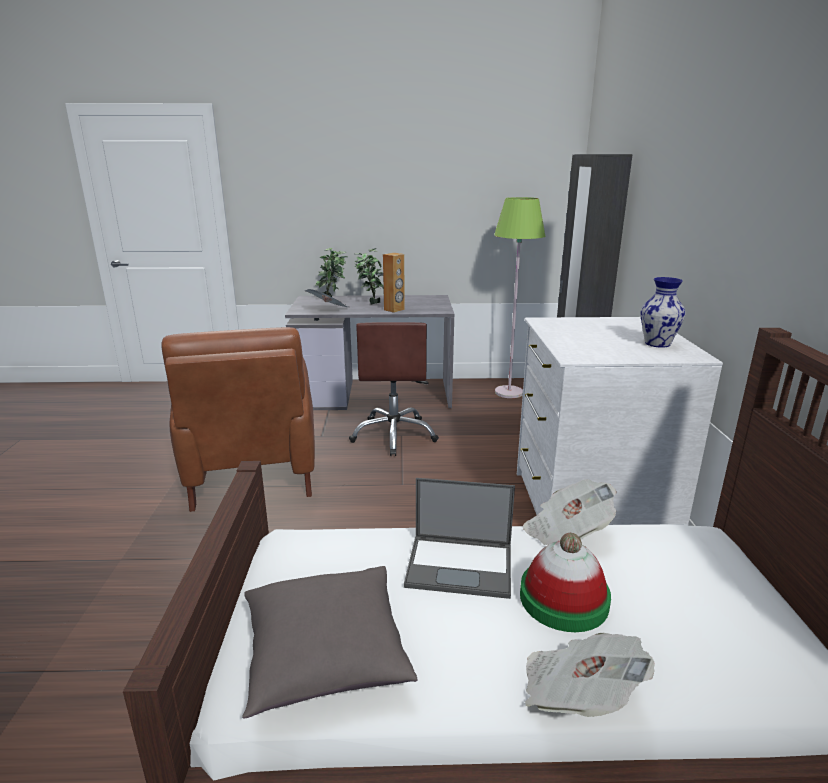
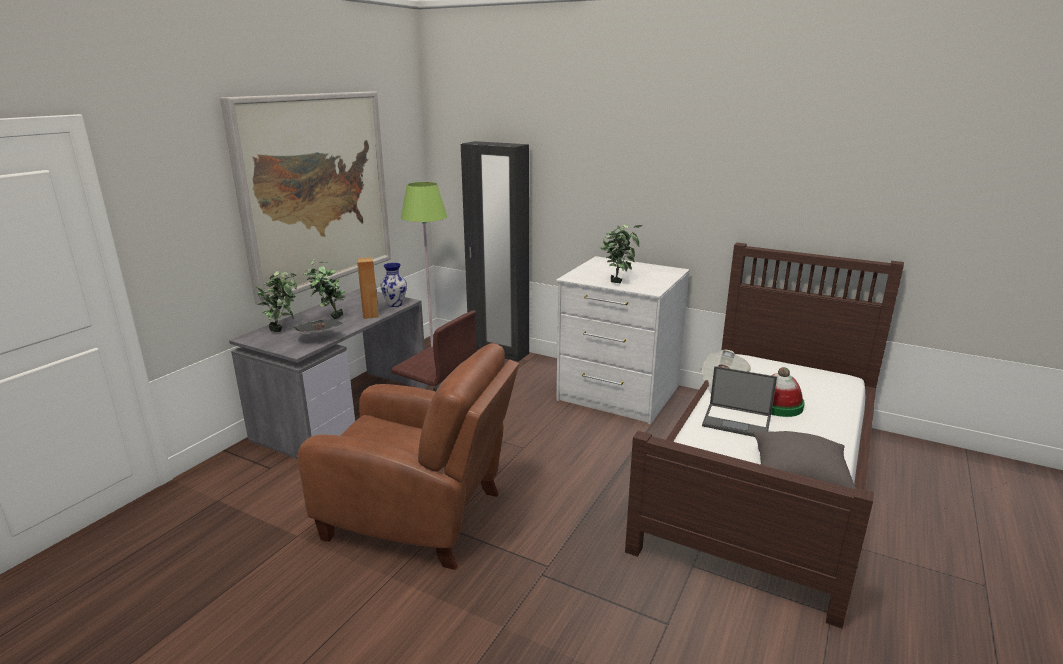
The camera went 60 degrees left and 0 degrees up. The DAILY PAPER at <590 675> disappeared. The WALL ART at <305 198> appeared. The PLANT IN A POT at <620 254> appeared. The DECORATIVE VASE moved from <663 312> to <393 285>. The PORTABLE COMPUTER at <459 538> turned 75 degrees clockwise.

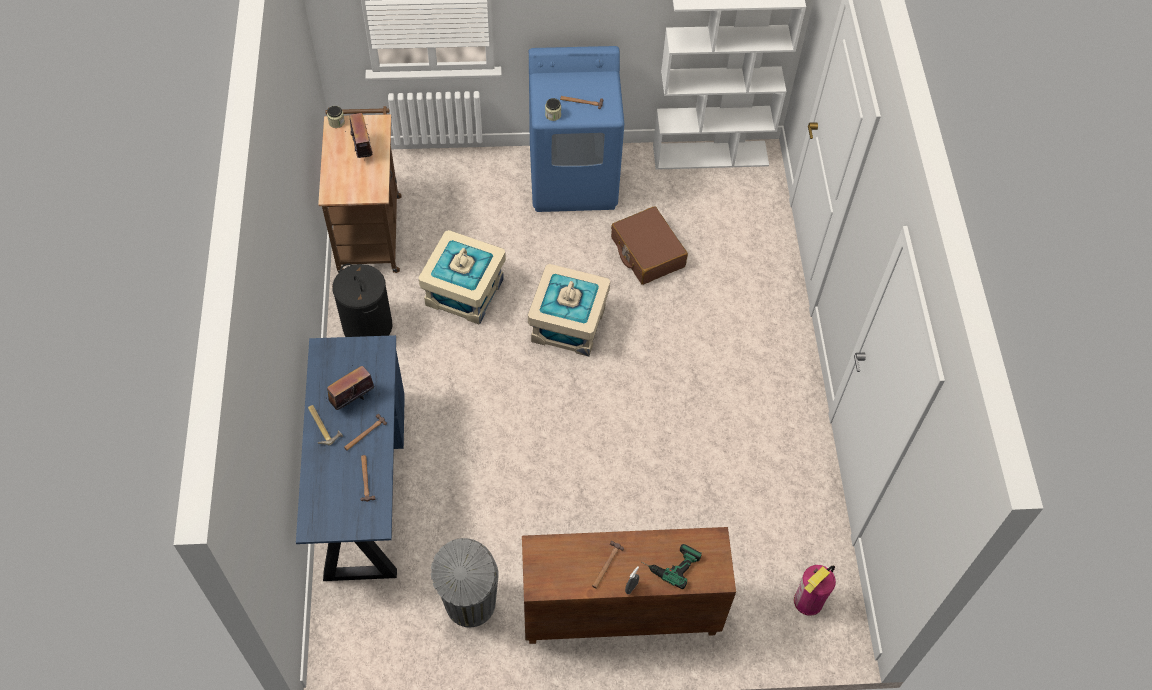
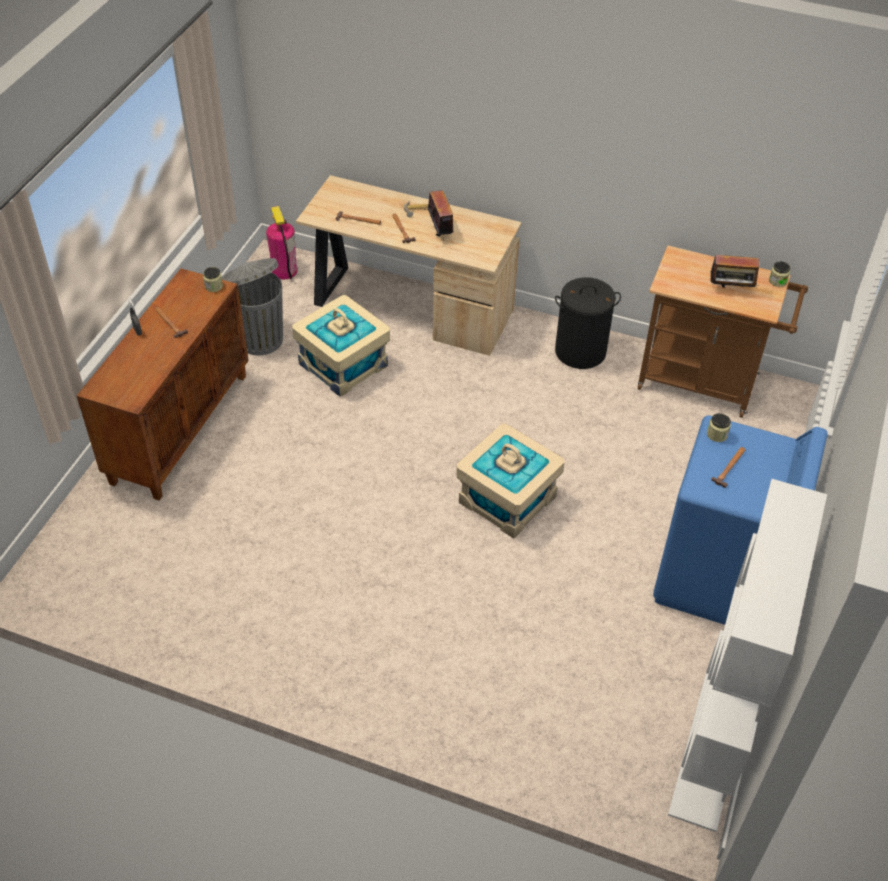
The camera went 115 degrees right and 10 degrees down. The BROWN-COLOURED TRAVEL CASE at <649 245> disappeared. The ELECTRIC DRILL at <672 566> disappeared. The JAR at <213 279> appeared. The BEIGE-COLOURED STORAGE BIN moved from <462 277> to <341 346>. The FIRE-FIGHTING CYLINDER moved from <815 590> to <281 242>. The BLUISH DESK at <350 458> became the BEIGE-COLOURED DESK at <409 265>.

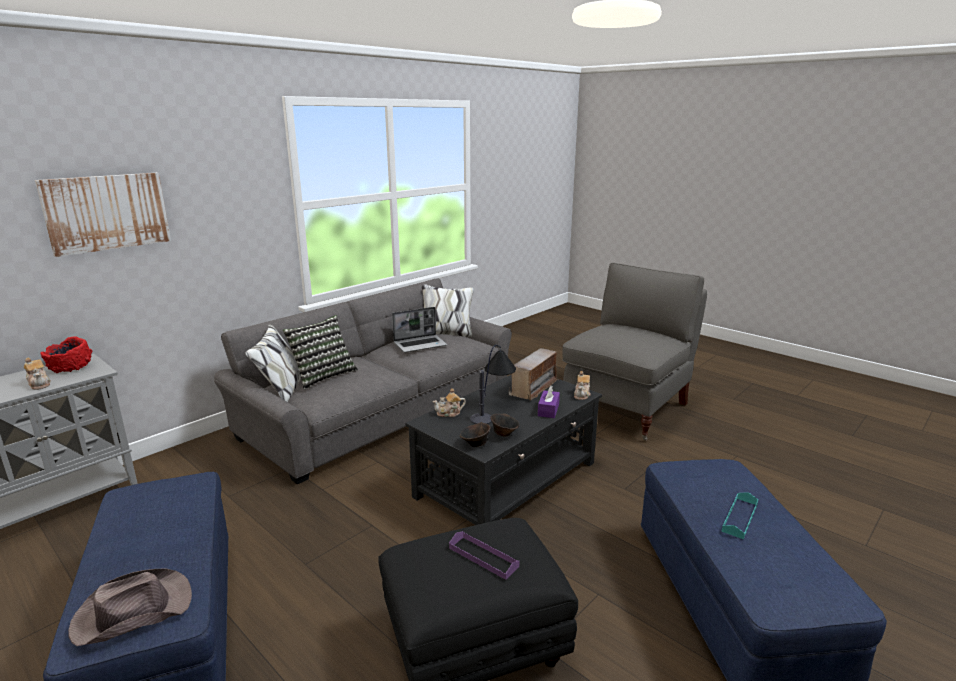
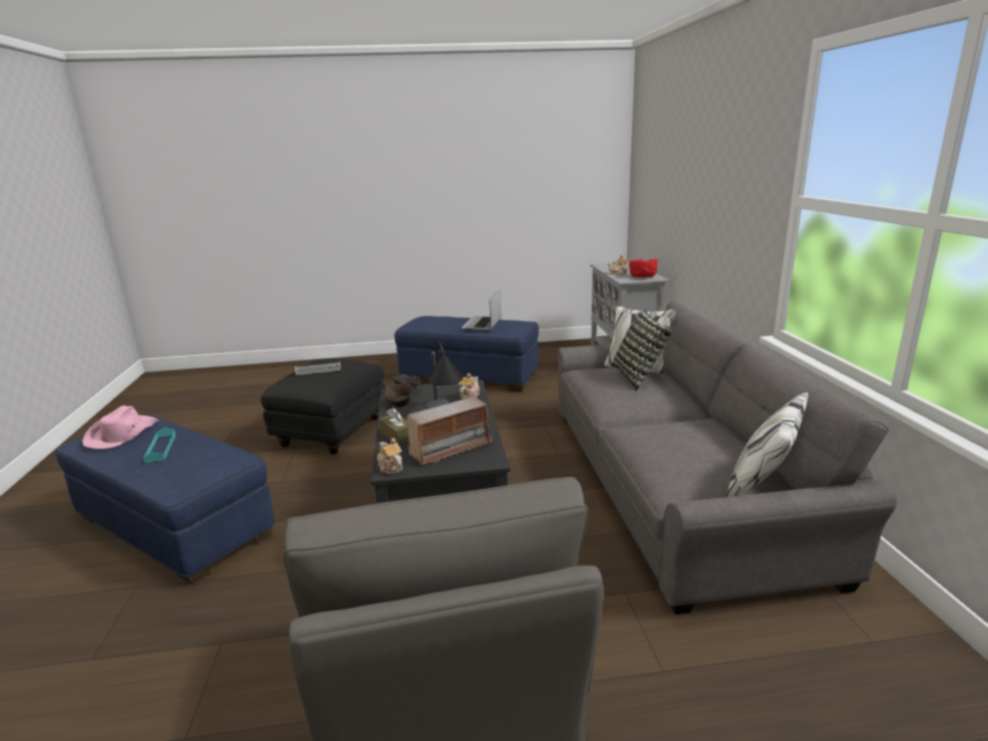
The camera went 130 degrees right and 0 degrees up. The WALL ART at <103 215> disappeared. The BROWN-COLOURED WEARABLE HAT at <130 607> disappeared. The PINKISH WEARABLE HAT at <120 427> appeared. The PORTABLE COMPUTER moved from <419 329> to <481 310>. The PURPLE-COLOURED TRAY at <484 555> became the GREY TRAY at <317 368>. The PURPLE-COLOURED TISSUE BOX at <549 402> became the BROWN-COLOURED TISSUE BOX at <394 426>. The RADIO SET at <534 374> turned 105 degrees counterclockwise.

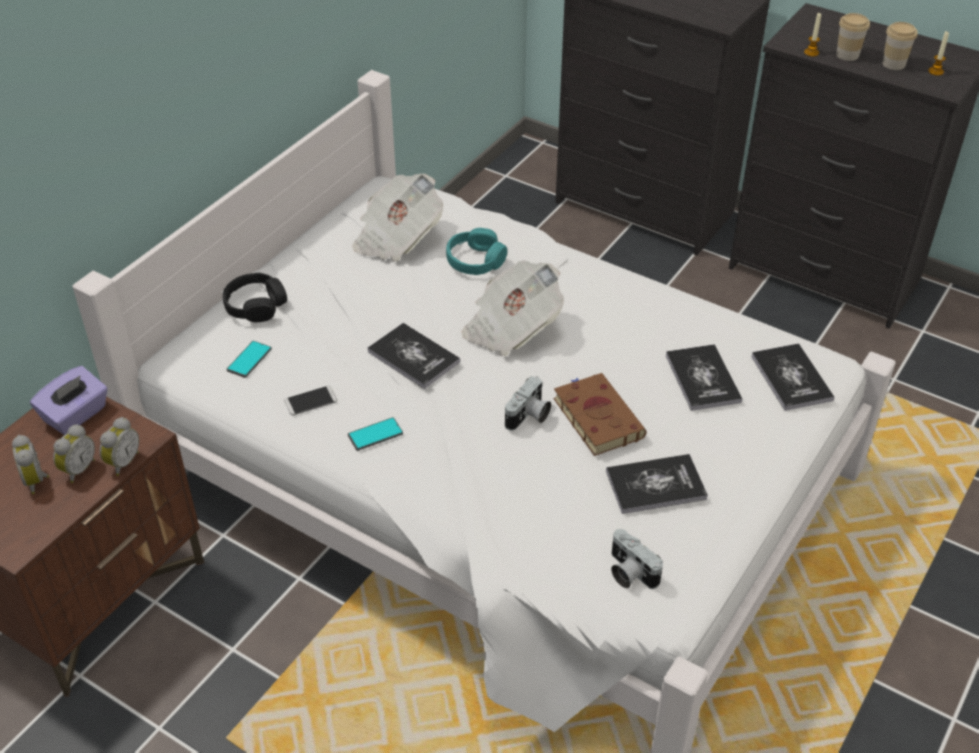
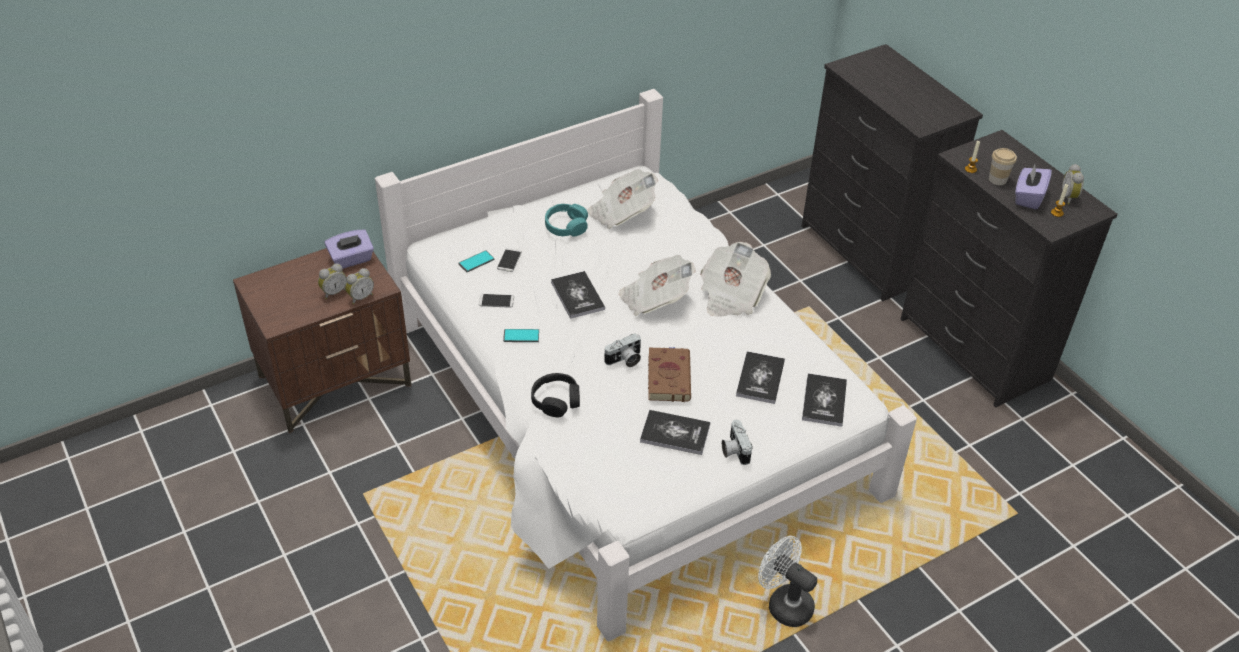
The camera went 25 degrees right and 0 degrees up. The TELEPHONE at <509 260> appeared. The DAILY PAPER at <736 279> appeared. The WHITE FAN at <787 581> appeared. The TABLE CLOCK moved from <30 464> to <1073 184>. The BLACK-COLOURED PAIR OF HEADPHONES moved from <255 297> to <555 395>. The BLUE-GREEN PAIR OF HEADPHONES moved from <476 251> to <566 220>. The STILL CAMERA moved from <637 559> to <737 442>. The CUP at <900 46> was replaced by the PURPLE-COLOURED TISSUE BOX at <1033 186>.

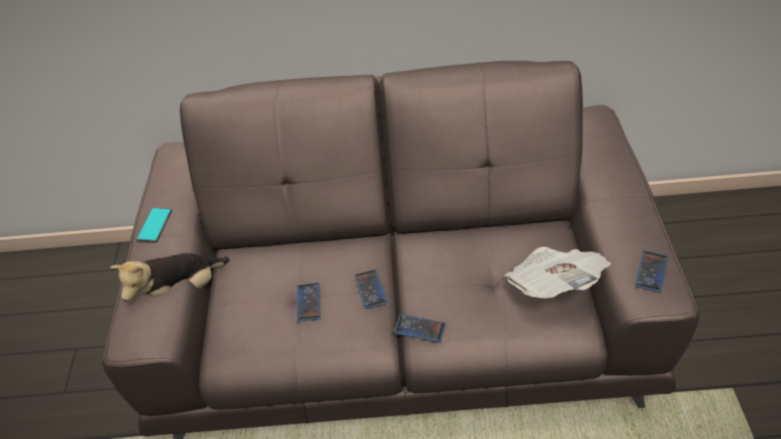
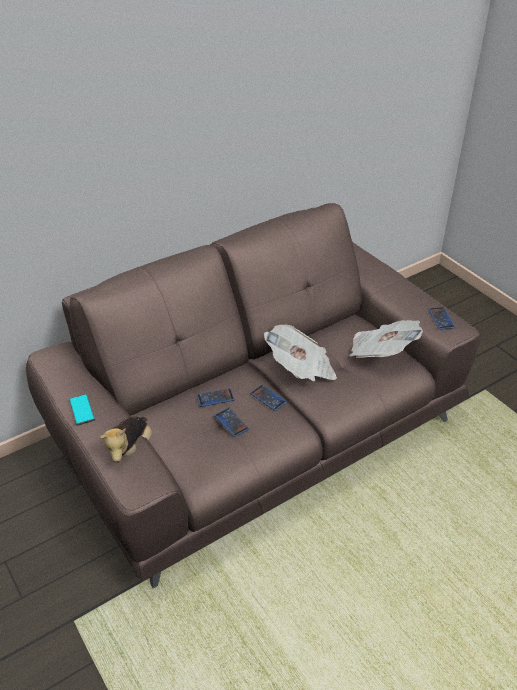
The camera went 35 degrees left and 5 degrees down. The DAILY PAPER at <300 352> appeared. The TELEPHONE moved from <420 328> to <216 397>.

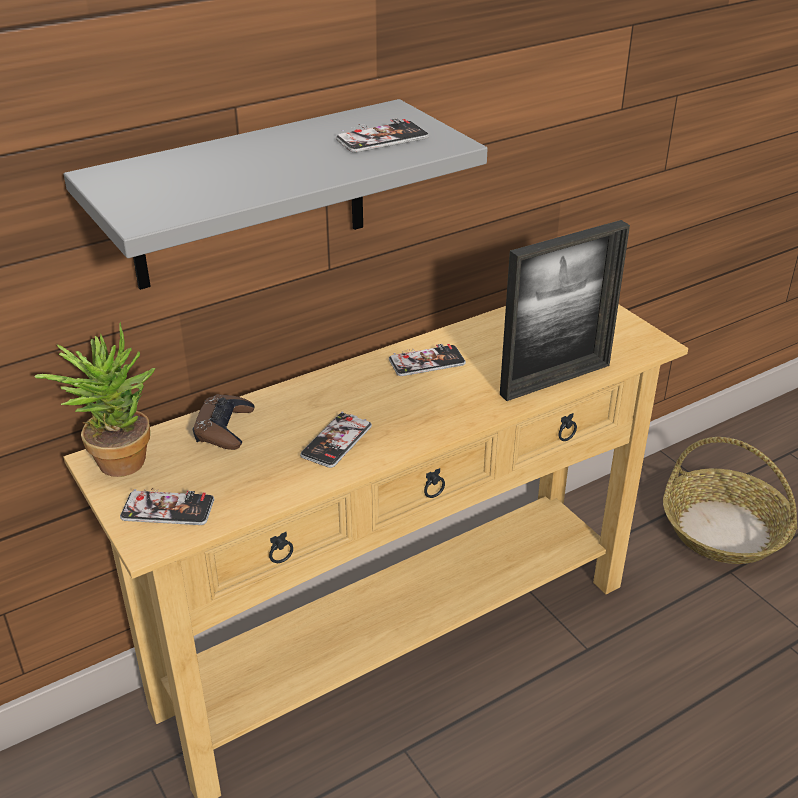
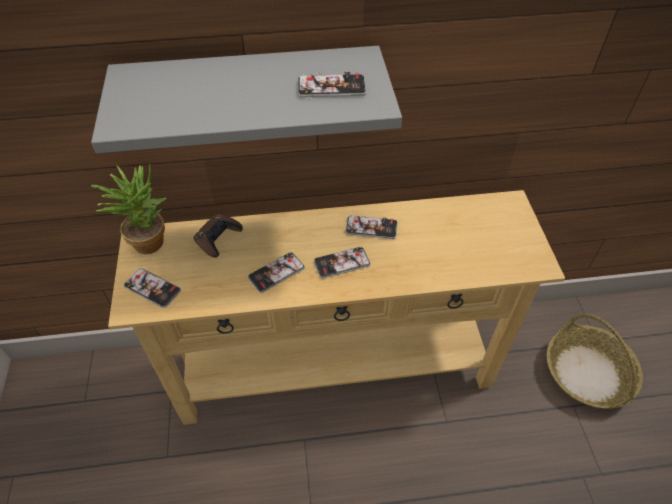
The camera went 25 degrees right and 15 degrees up. The PHOTO FRAME at <565 310> disappeared. The TELEPHONE at <342 263> appeared.

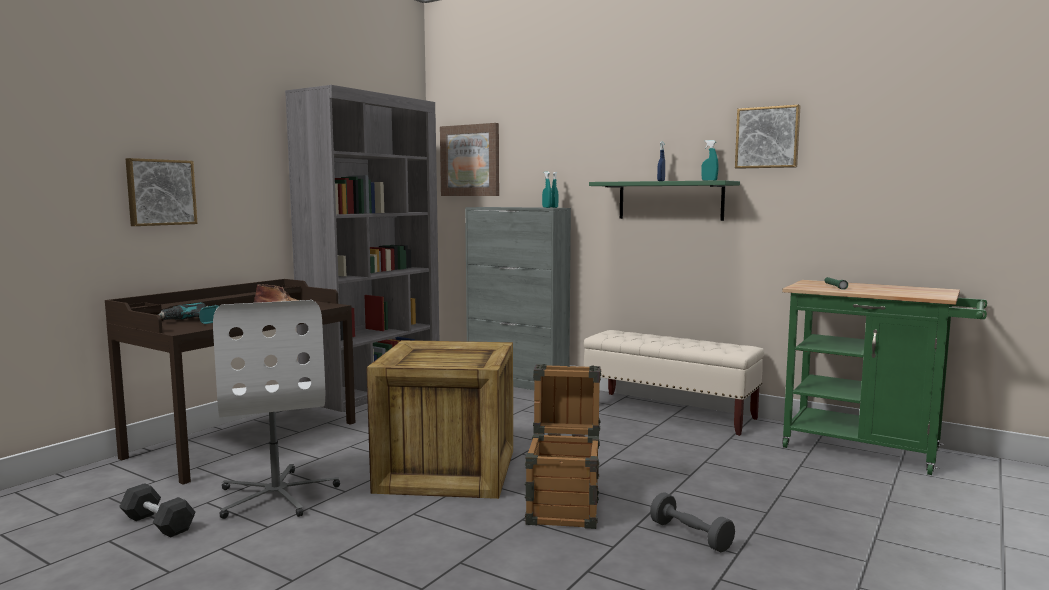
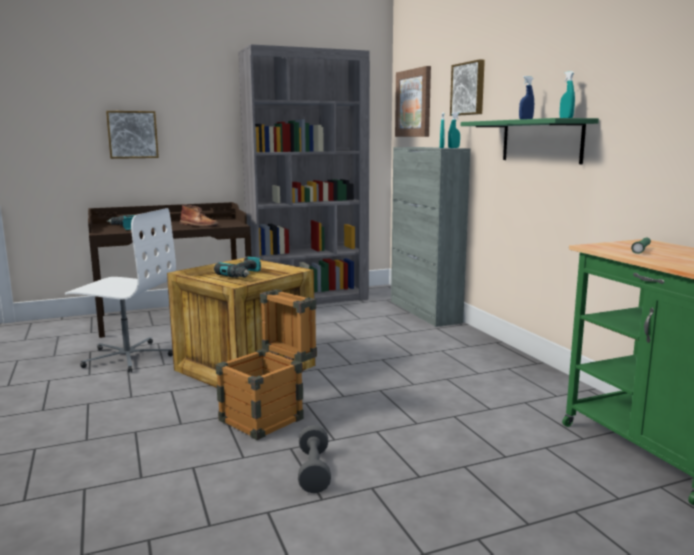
The camera went 35 degrees right and 5 degrees up. The BLACK-COLOURED FREE WEIGHT at <157 510> disappeared. The BEIGE-COLOURED LONG SEAT at <674 383> disappeared. The ELECTRIC DRILL at <237 267> appeared. The WALL ART moved from <768 137> to <467 87>. The WHITE COMPUTER CHAIR at <276 409> turned 90 degrees counterclockwise.

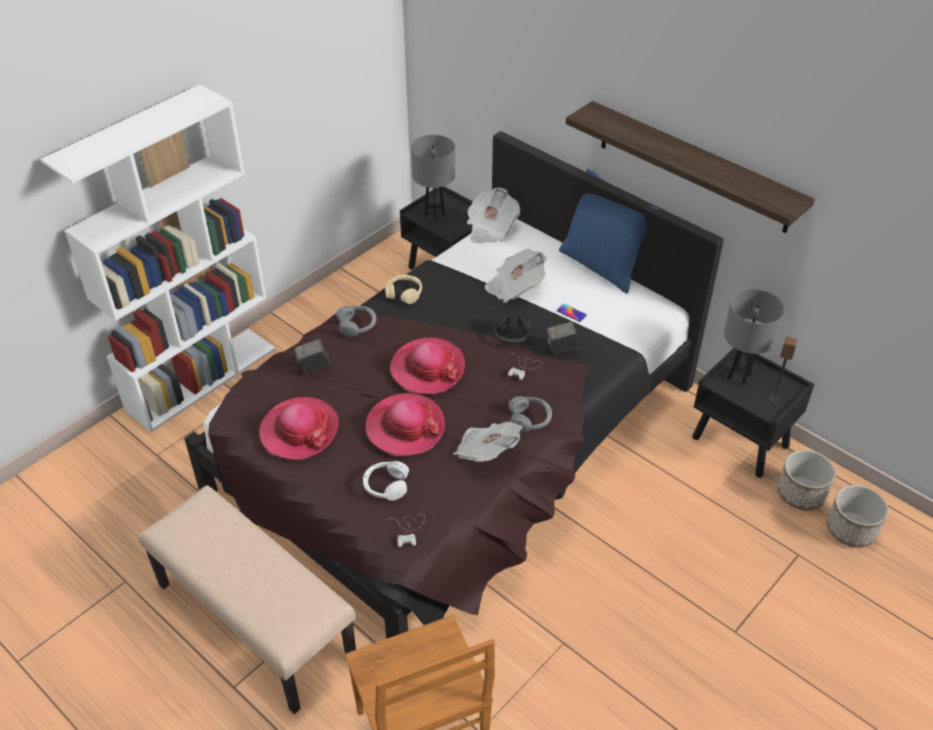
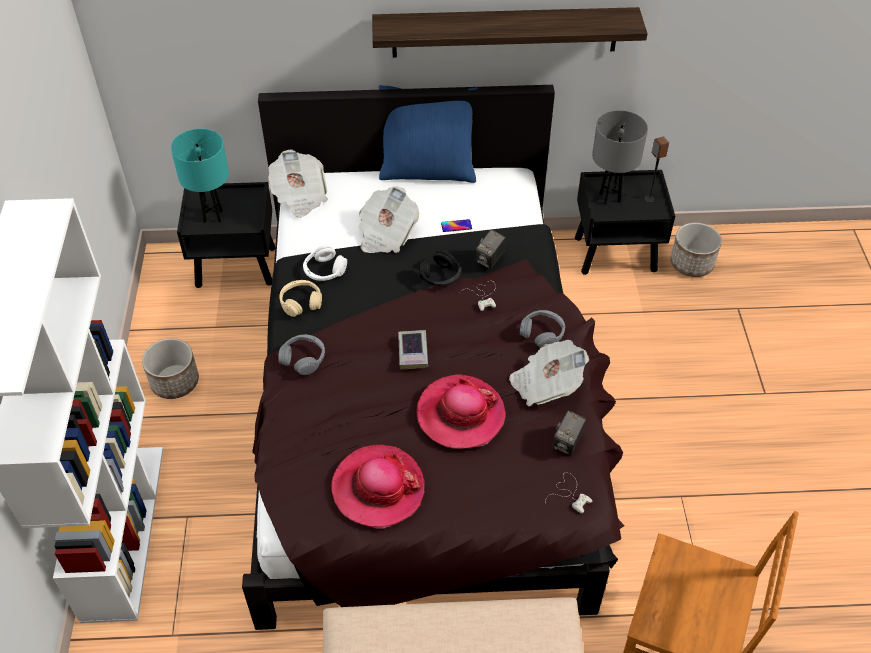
The camera went 45 degrees left and 5 degrees up. The STILL CAMERA moved from <312 356> to <569 432>. The WHITE PAIR OF HEADPHONES moved from <386 481> to <325 263>. The PLANTER moved from <857 516> to <170 368>. The WEARABLE HAT at <427 366> was replaced by the BOOK at <413 349>. The GREY LAMP FOR A TABLE at <433 178> became the BLUE-GREEN LAMP FOR A TABLE at <200 175>.

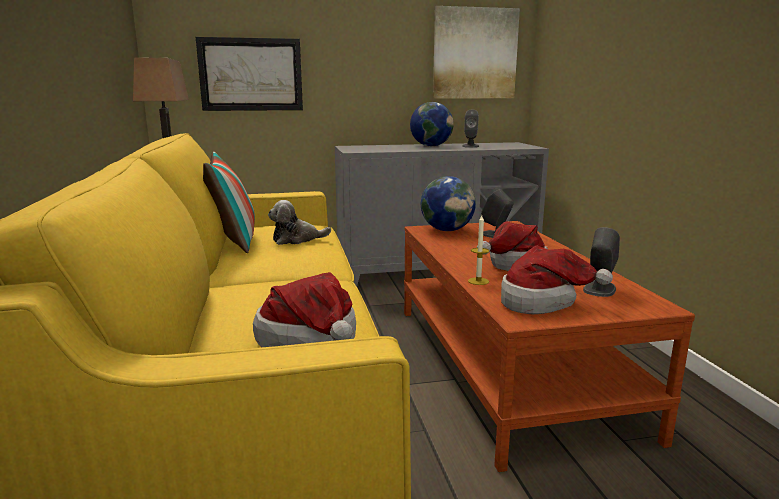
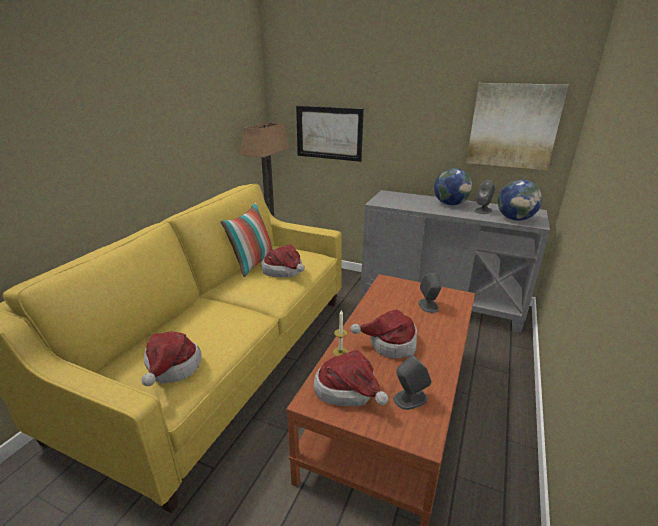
The camera went 35 degrees right and 10 degrees up. The DESK GLOBE moved from <448 203> to <520 200>. The SOFT TOY at <299 222> was replaced by the WEARABLE HAT at <283 261>.

